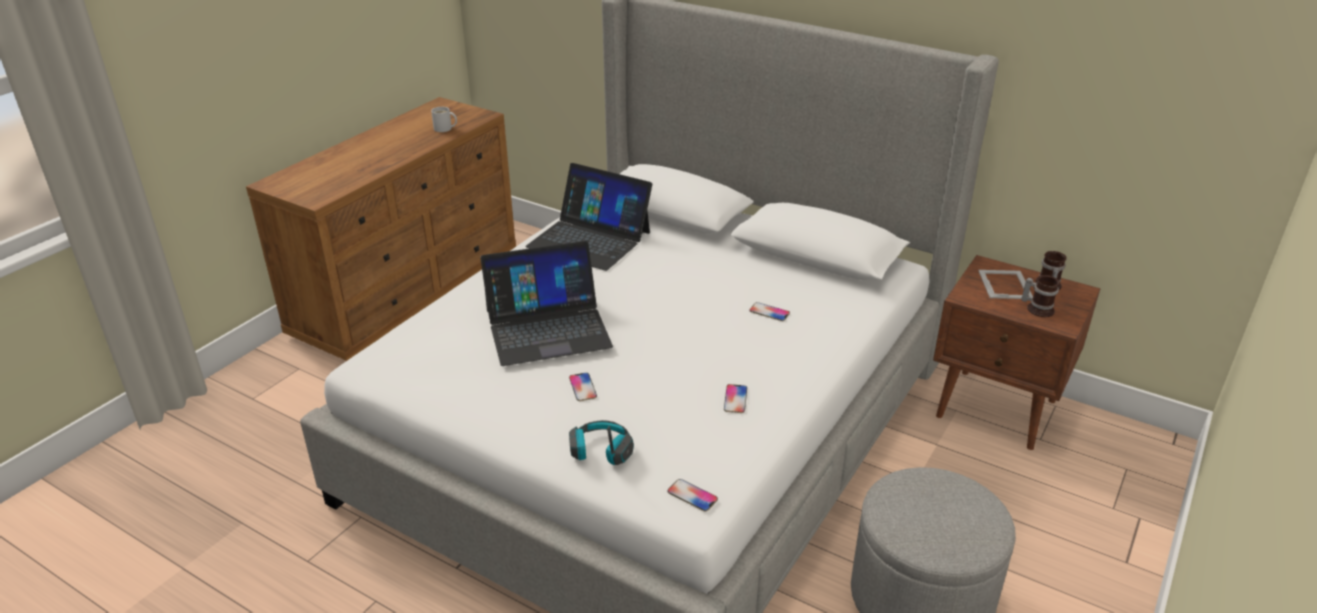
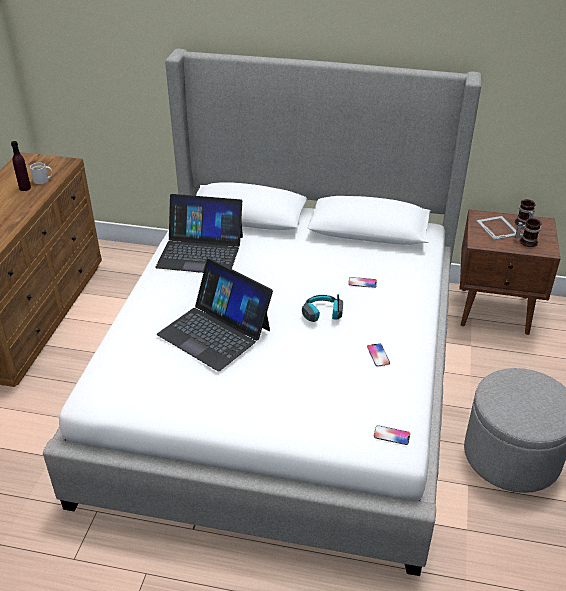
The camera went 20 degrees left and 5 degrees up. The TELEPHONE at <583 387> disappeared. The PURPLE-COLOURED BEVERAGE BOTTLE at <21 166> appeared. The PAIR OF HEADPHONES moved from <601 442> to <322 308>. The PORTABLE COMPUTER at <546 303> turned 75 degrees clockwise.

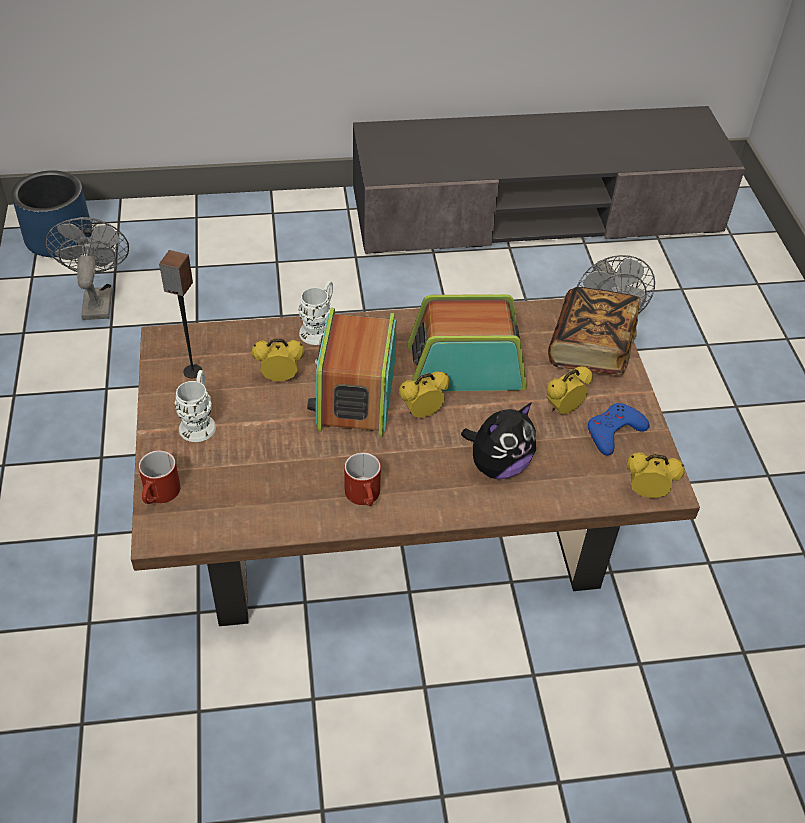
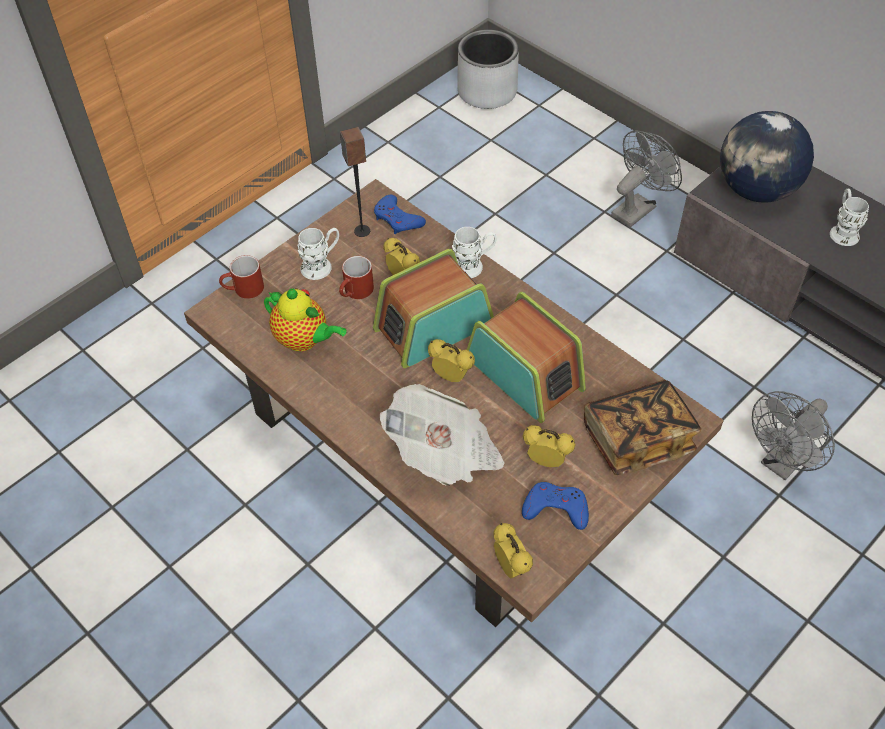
The camera went 55 degrees right and 5 degrees up. The TEA POT at <305 319> appeared. The BLUISH GAMEPAD at <400 214> appeared. The DESK GLOBE at <767 157> appeared. The WHITE TEA MUG at <849 217> appeared. The GREY FAN moved from <87 268> to <646 179>. The RED TEA MUG moved from <362 479> to <356 277>. The SOFT TOY at <498 440> was replaced by the DAILY PAPER at <442 435>. The BLUISH PLANTER at <52 213> became the GREY PLANTER at <488 69>.

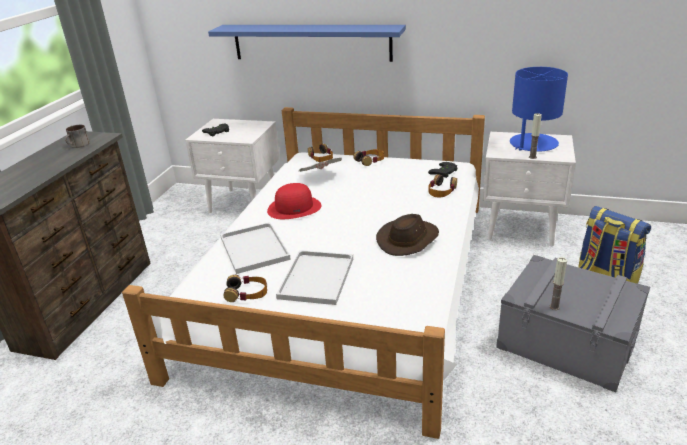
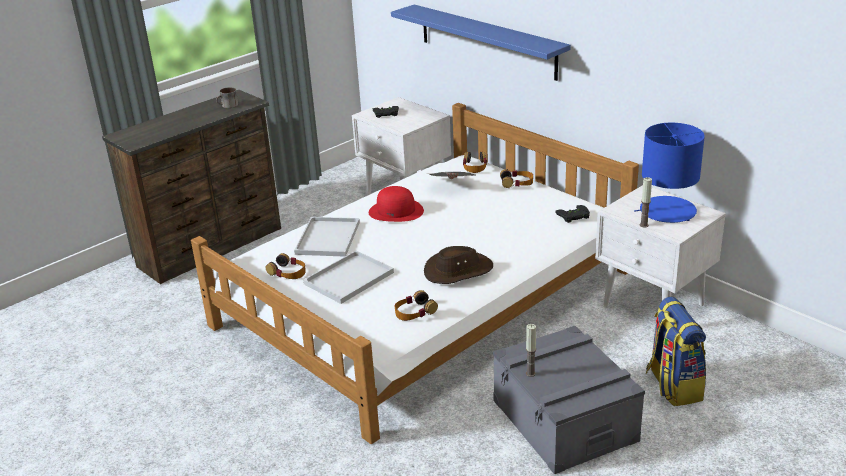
The camera went 30 degrees right and 0 degrees up. The PAIR OF HEADPHONES moved from <442 186> to <416 305>.

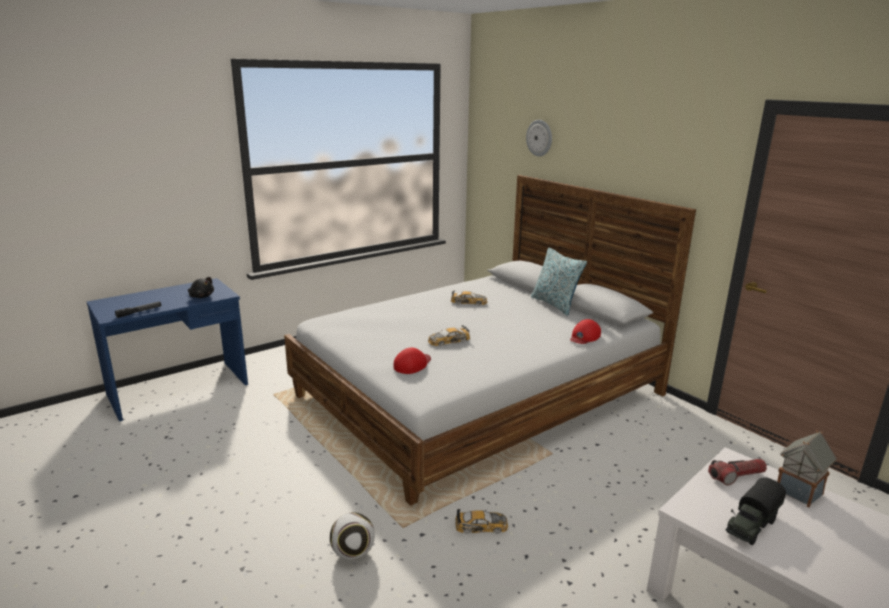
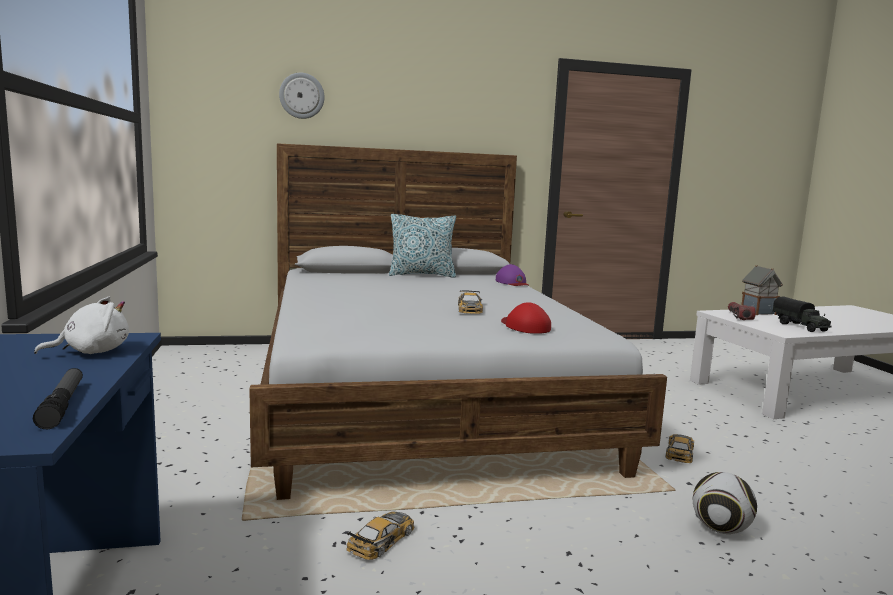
The camera went 65 degrees left and 10 degrees down. The MODEL CAR moved from <469 297> to <380 535>. The BLACK-COLOURED SOFT TOY at <201 287> became the WHITE SOFT TOY at <81 325>. The RED BASEBALL CAP at <585 331> became the PURPLE-COLOURED BASEBALL CAP at <512 275>.

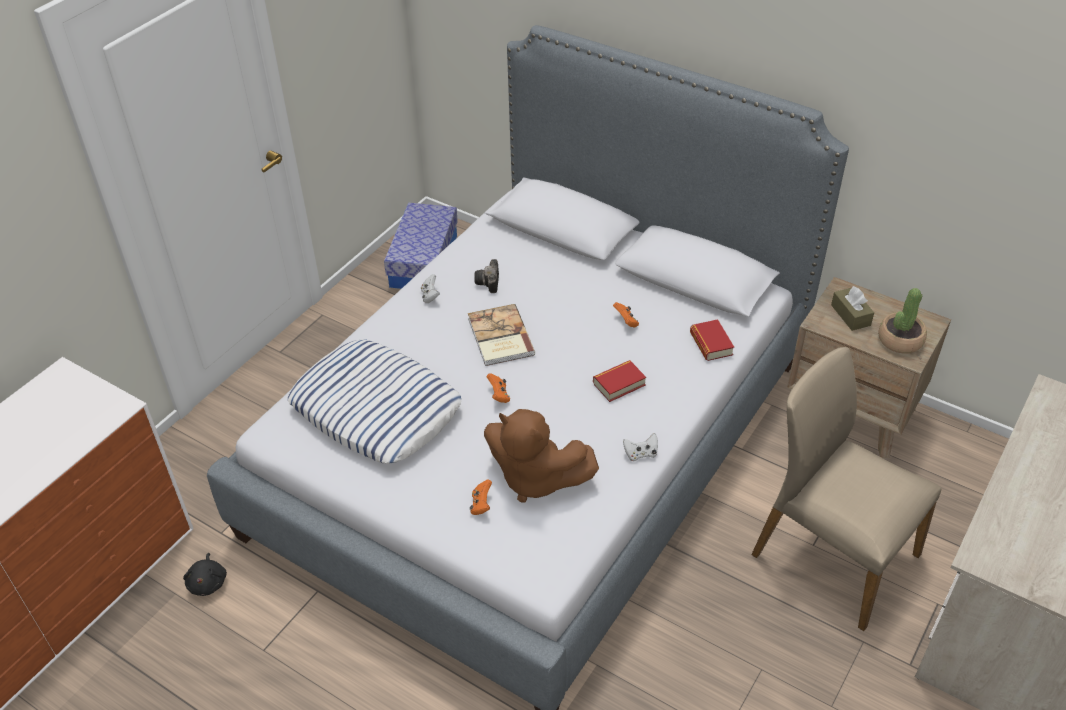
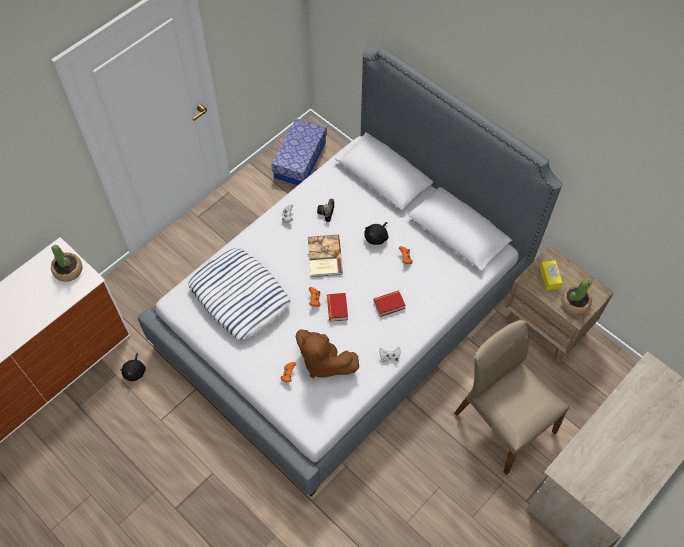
The camera went 10 degrees right and 15 degrees up. The PLANT IN A POT at <67 263> appeared. The BLACK-COLOURED SOFT TOY at <376 233> appeared. The BOOK moved from <712 340> to <337 307>. The BROWN-COLOURED TISSUE BOX at <852 308> became the YELLOW TISSUE BOX at <551 275>.

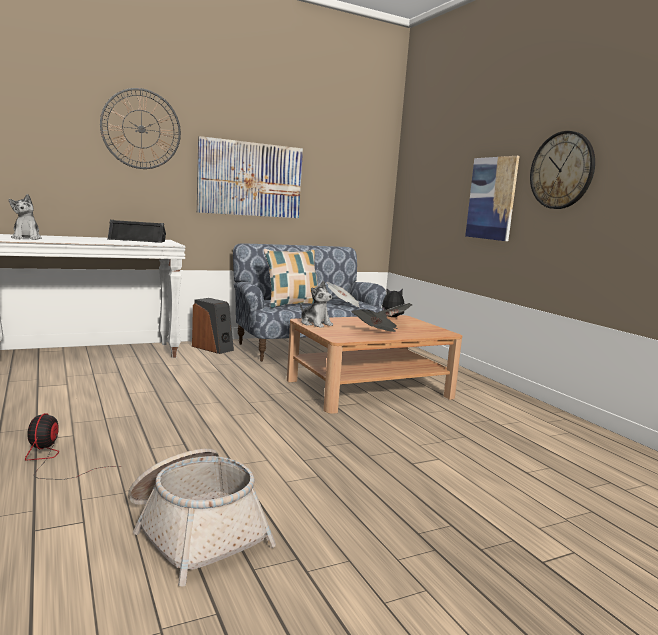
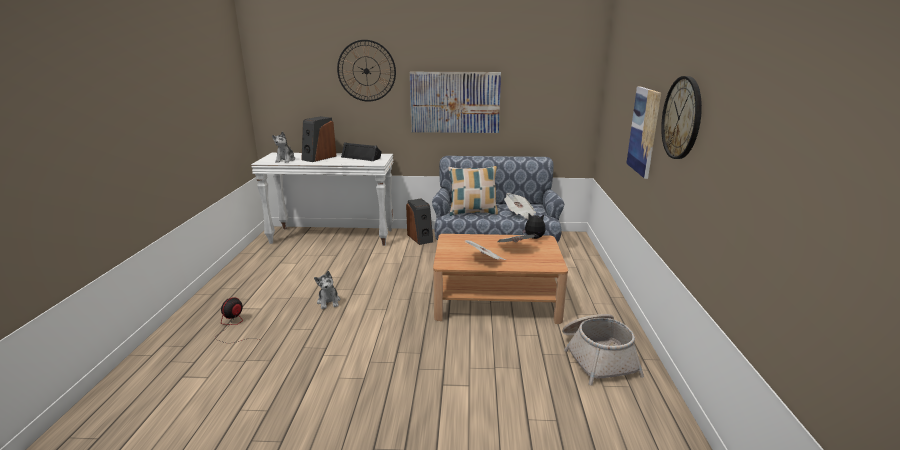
The camera went 30 degrees right and 10 degrees up. The AUDIO SPEAKER at <318 139> appeared. The HOUSEHOLD BASKET moved from <202 517> to <603 349>. The SOFT TOY moved from <316 304> to <327 290>.

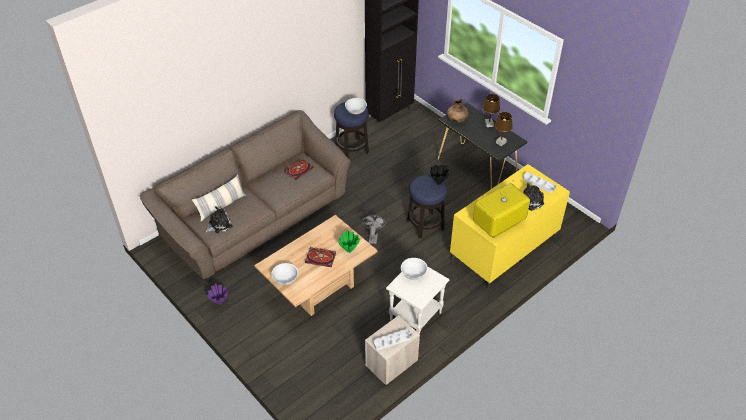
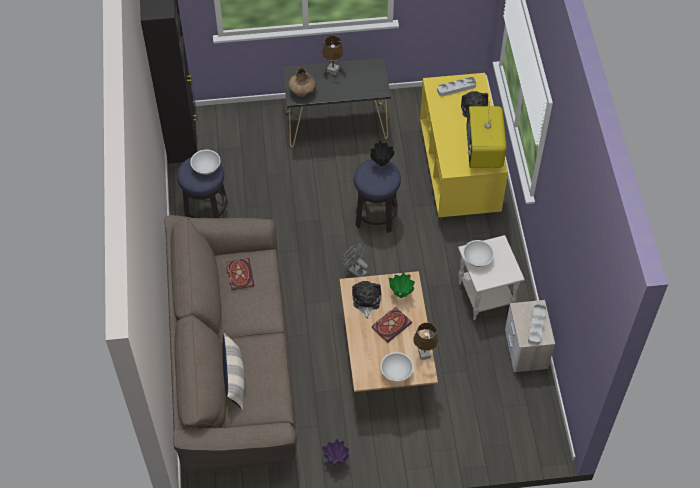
The camera went 55 degrees left and 10 degrees up. The SOFT TOY moved from <219 219> to <366 300>. The BROWN-COLOURED LAMP FOR A TABLE moved from <504 129> to <426 341>.

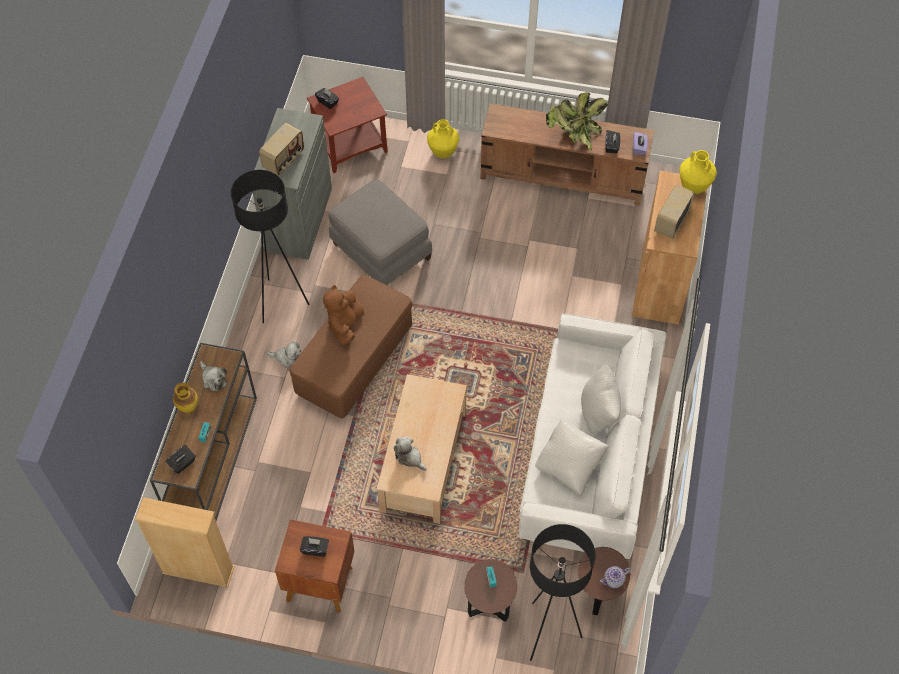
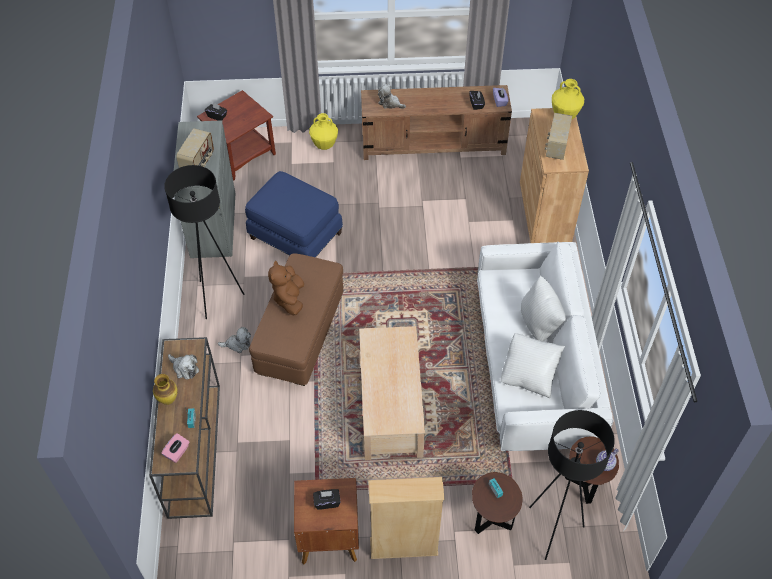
The camera went 15 degrees left and 5 degrees down. The PLANT IN A POT at <577 121> disappeared. The BEIGE-COLOURED BOOKSHELF moved from <185 542> to <406 518>. The SOFT TOY moved from <410 453> to <392 96>. The BLACK-COLOURED TISSUE BOX at <181 459> became the PINKISH TISSUE BOX at <175 448>. The GREY POUFFE at <380 232> became the BLUISH POUFFE at <294 214>.

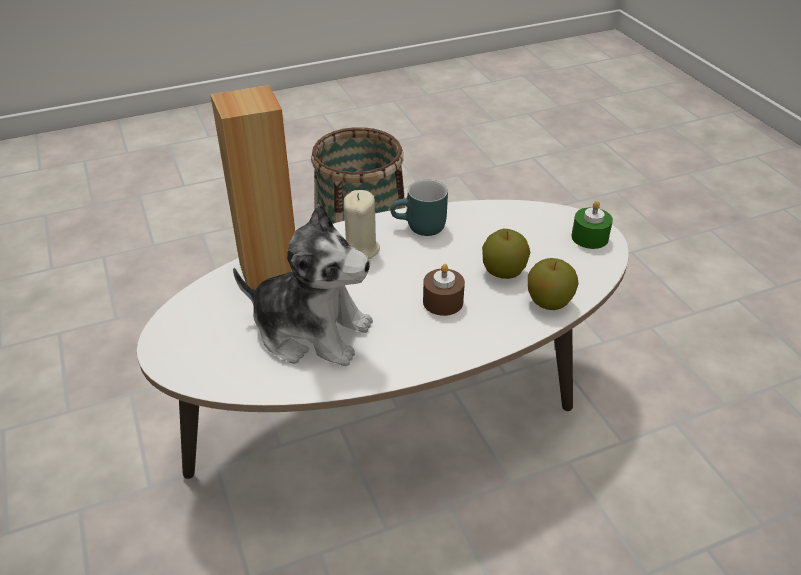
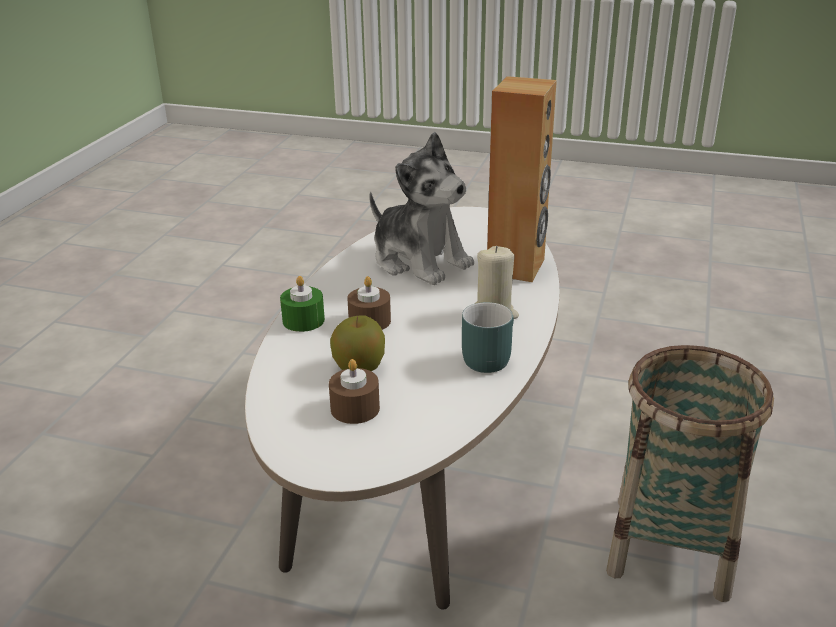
The camera went 130 degrees right and 10 degrees down. The WHOLE APPLE at <553 284> disappeared. The BROWN-COLOURED WAX CANDLE at <354 391> appeared. The GREENISH WAX CANDLE moved from <592 225> to <302 304>. The SOFT TOY at <303 285> turned 105 degrees counterclockwise.

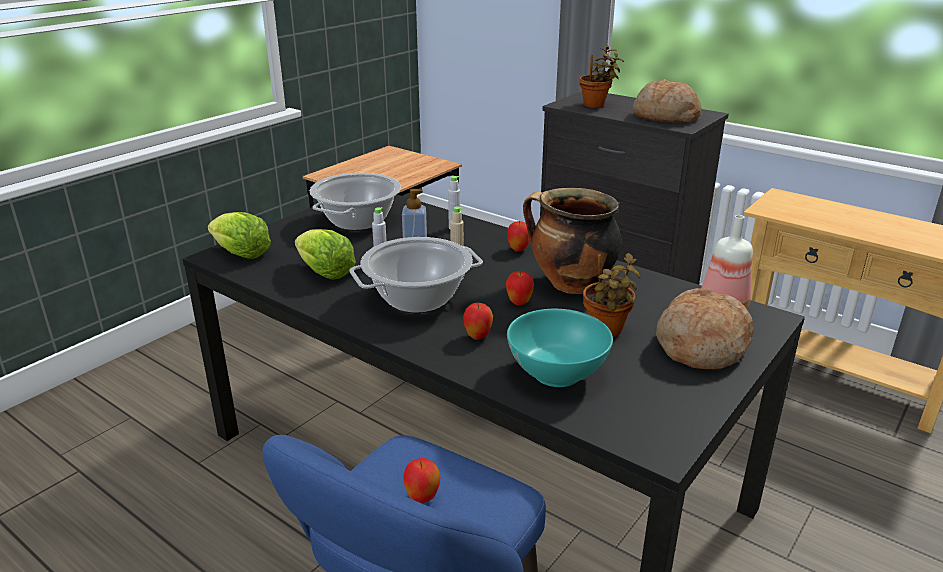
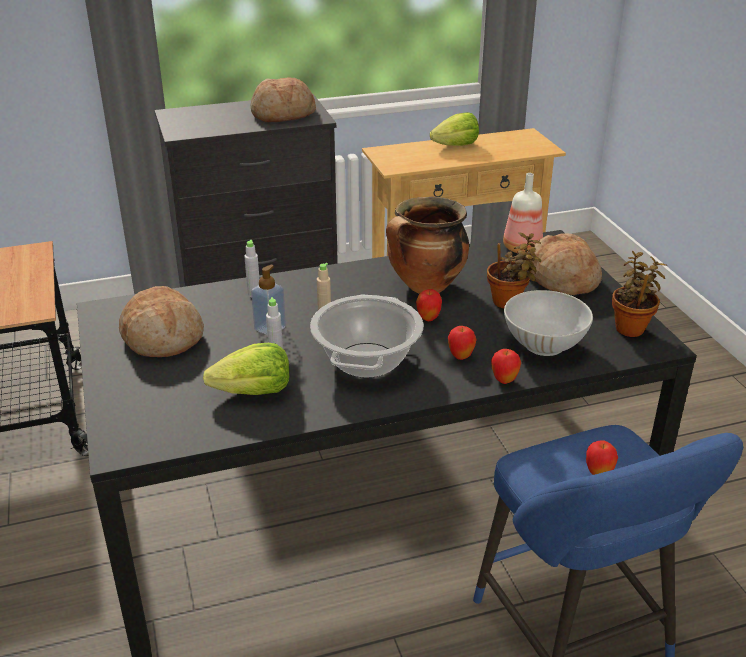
The camera went 55 degrees left and 5 degrees up. The HEAD OF LETTUCE moved from <239 235> to <454 129>. The WHOLE APPLE moved from <518 236> to <506 366>. The PLANT IN A POT moved from <602 77> to <639 294>. The COOKING POT at <355 202> was replaced by the BREAD at <161 321>. The BLUE-GREEN DEEP DISH at <560 348> became the WHITE DEEP DISH at <548 323>.

